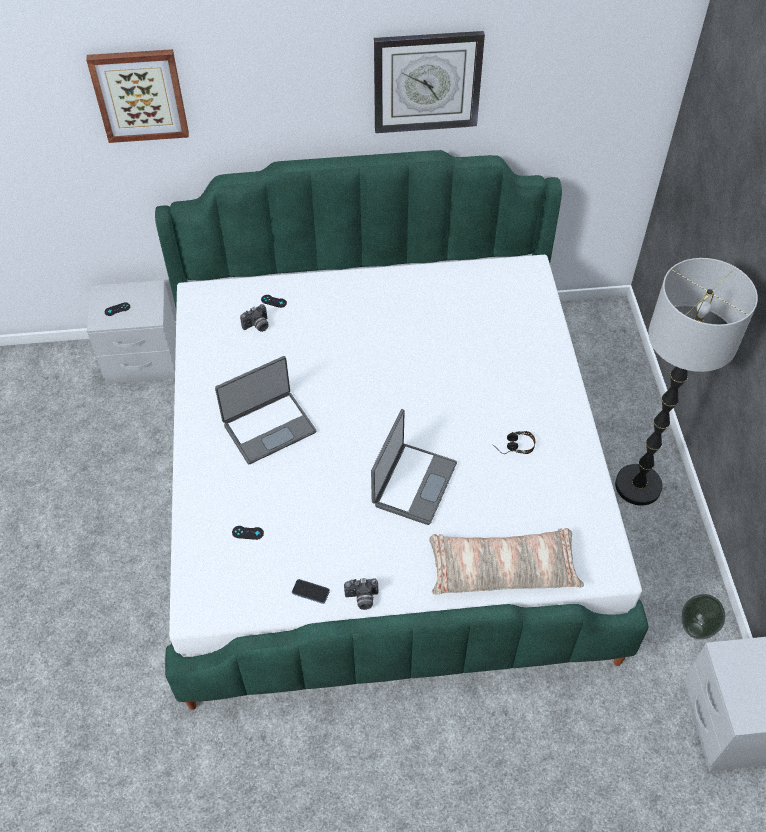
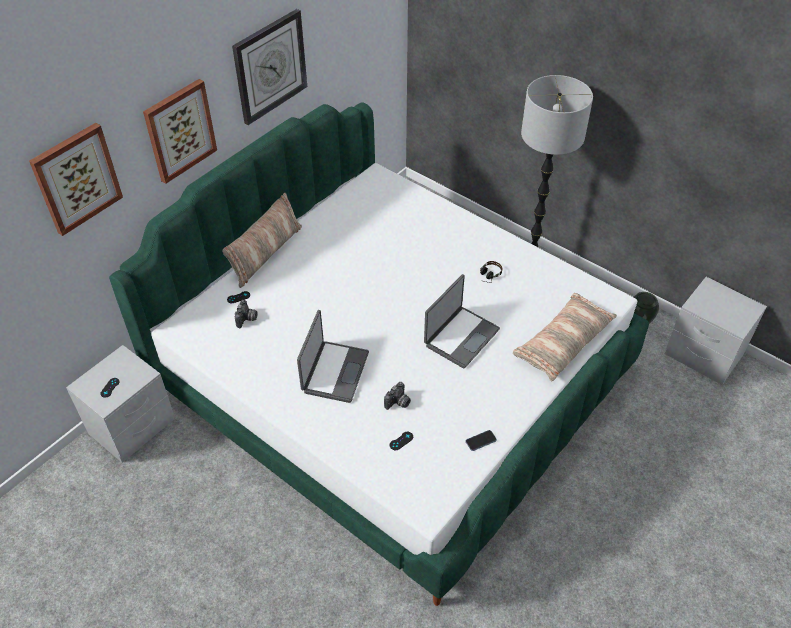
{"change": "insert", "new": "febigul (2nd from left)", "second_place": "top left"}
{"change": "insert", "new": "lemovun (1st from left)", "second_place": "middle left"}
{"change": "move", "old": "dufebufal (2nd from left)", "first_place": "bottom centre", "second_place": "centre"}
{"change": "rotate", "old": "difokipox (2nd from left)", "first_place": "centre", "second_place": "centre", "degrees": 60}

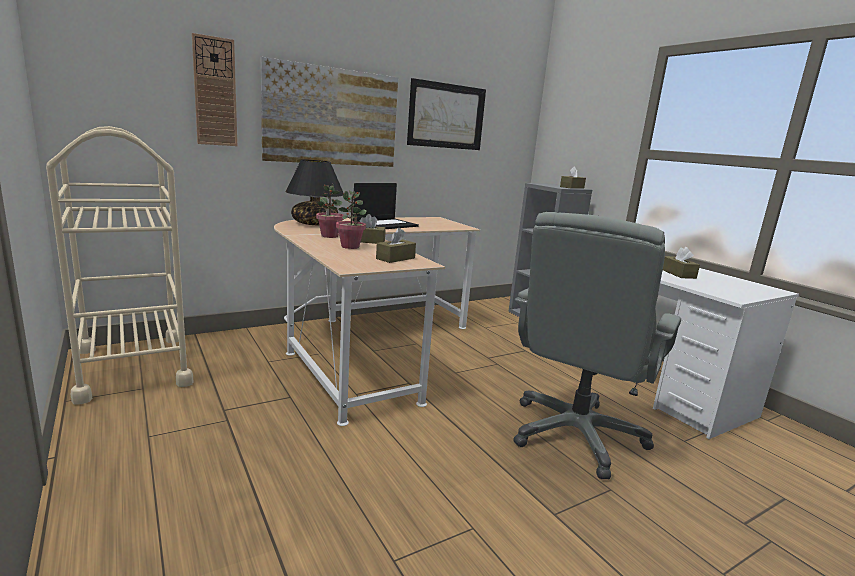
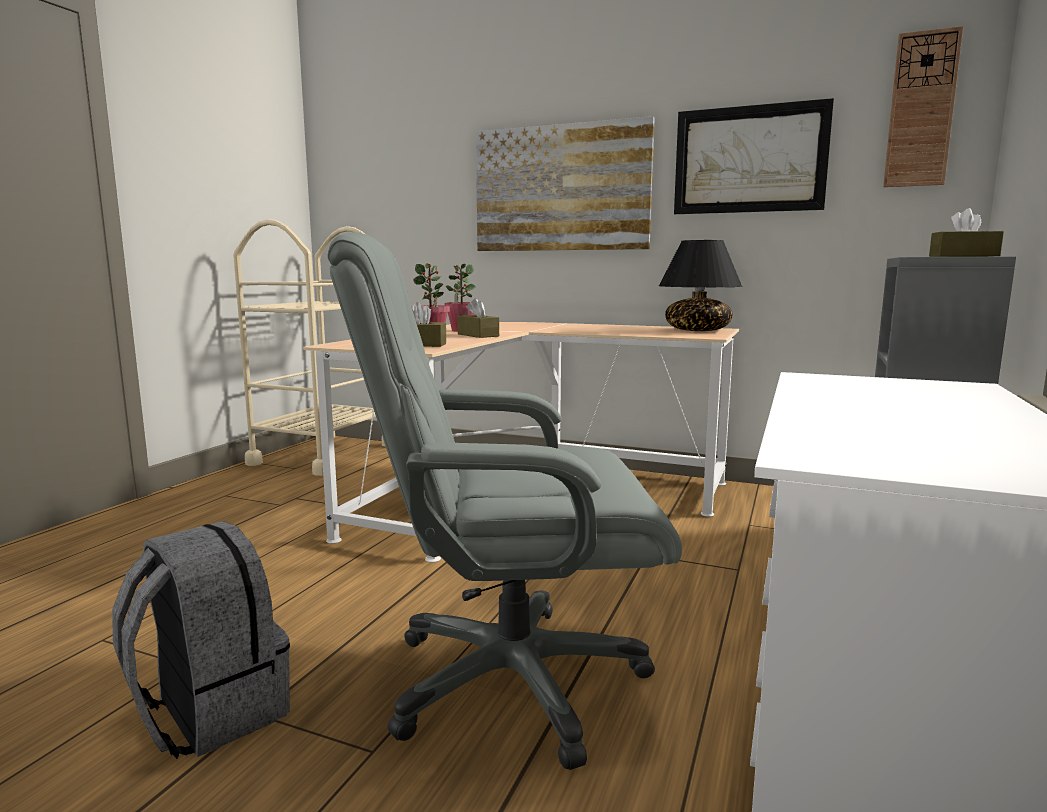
{"change": "insert", "new": "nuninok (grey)", "second_place": "bottom left"}
{"change": "move", "old": "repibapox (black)", "first_place": "centre", "second_place": "middle right"}
{"change": "move", "old": "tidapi", "first_place": "top left", "second_place": "top right"}
{"change": "delete", "old": "difokipox", "first_place": "centre"}
{"change": "delete", "old": "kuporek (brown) (4th from left)", "first_place": "middle right"}

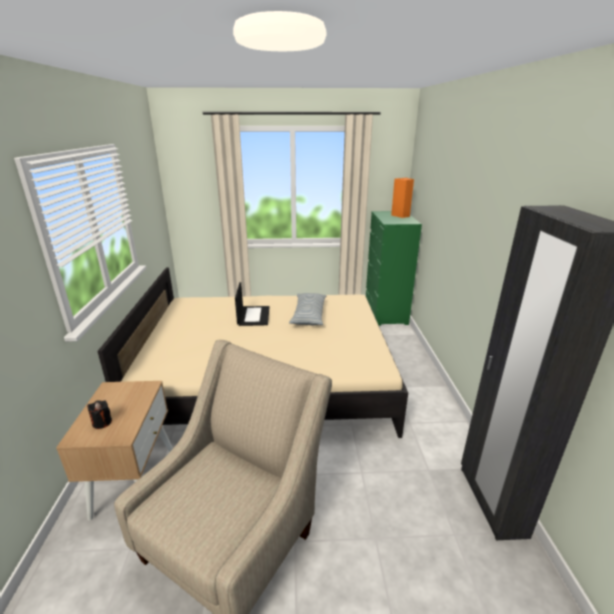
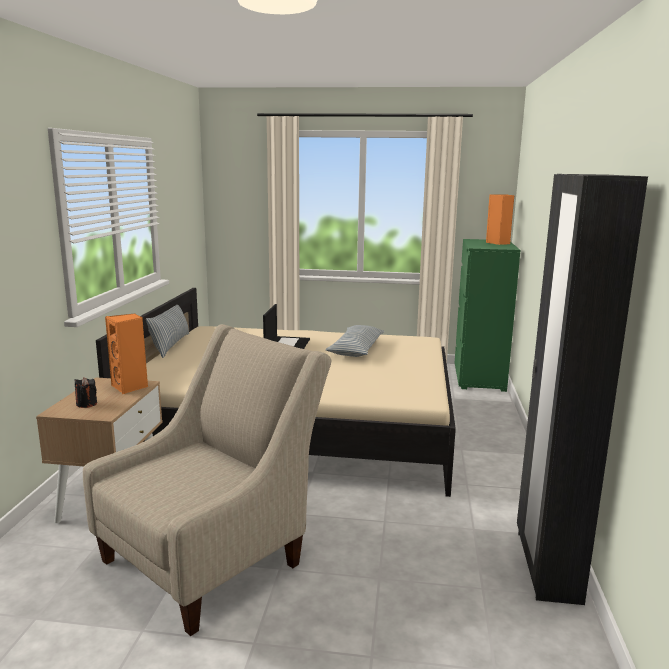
{"change": "insert", "new": "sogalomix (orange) (1st from left)", "second_place": "middle left"}
{"change": "insert", "new": "lemovun (1st from left)", "second_place": "middle left"}

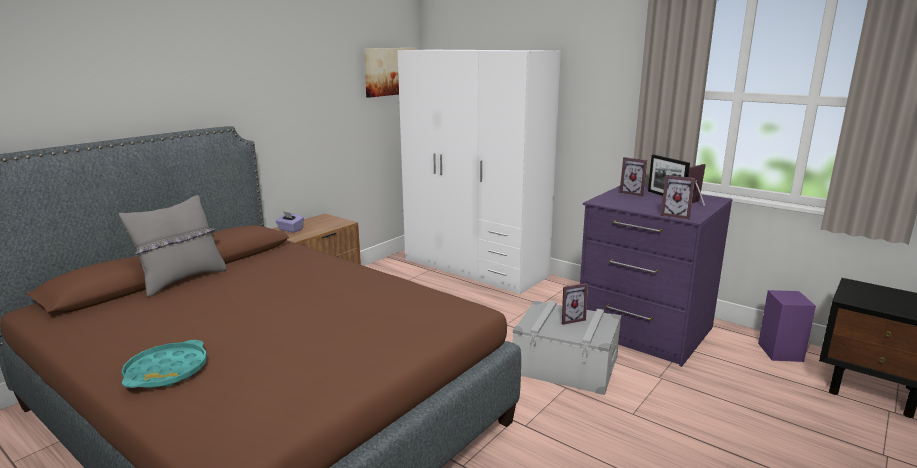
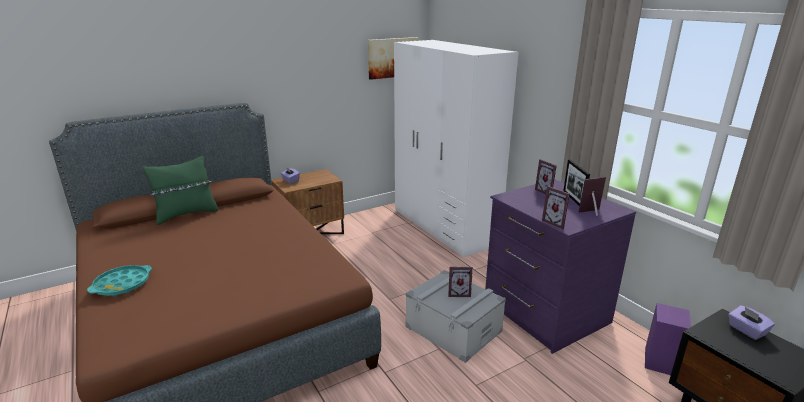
{"change": "recolor", "old": "lemovun (grey)", "new": "lemovun (green)", "first_place": "middle left", "second_place": "middle left"}
{"change": "insert", "new": "kuporek (purple) (2nd from left)", "second_place": "bottom right"}

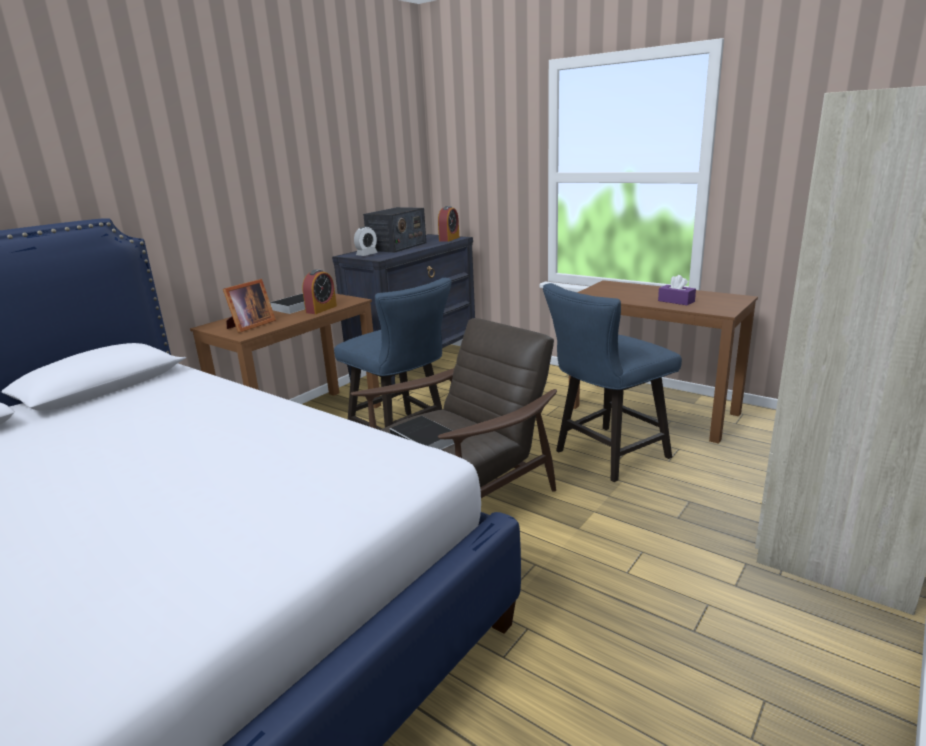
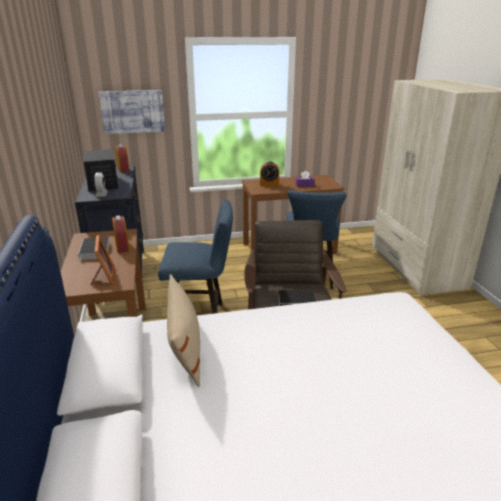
{"change": "insert", "new": "febigul", "second_place": "top left"}
{"change": "insert", "new": "lemovun (beige)", "second_place": "centre"}
{"change": "insert", "new": "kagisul (4th from left)", "second_place": "centre"}

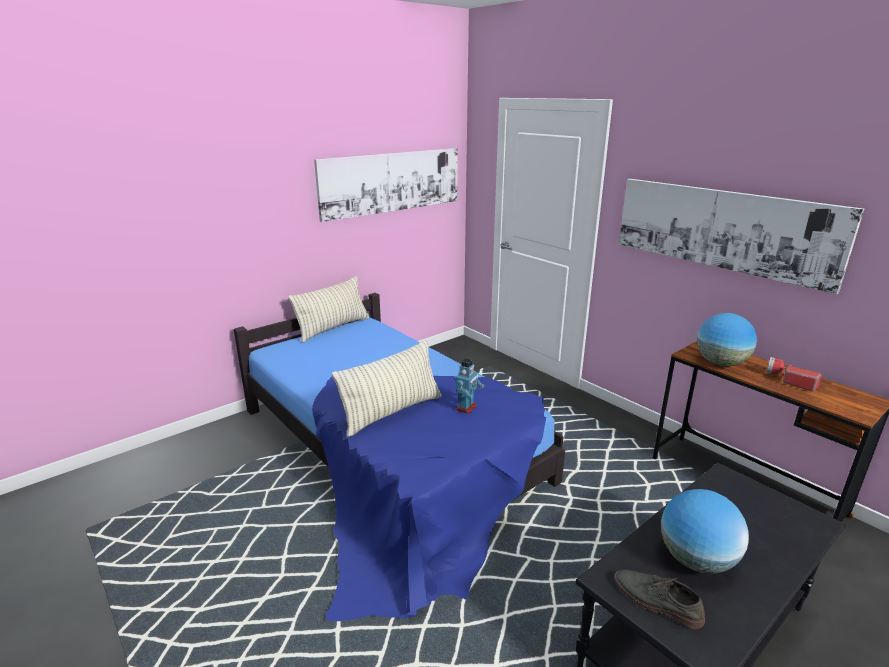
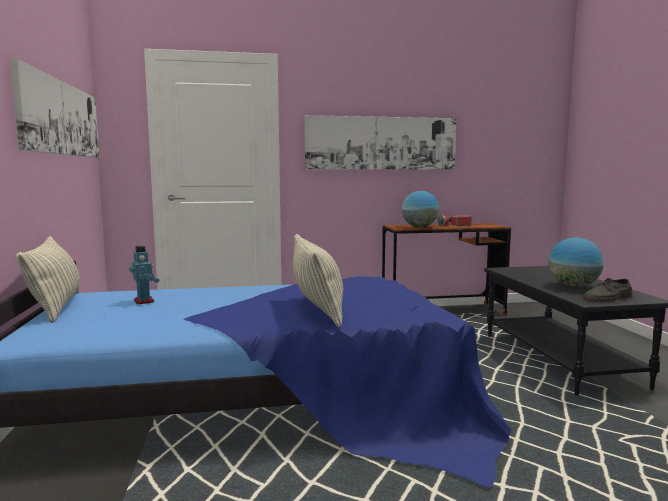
{"change": "move", "old": "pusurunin", "first_place": "centre", "second_place": "middle left"}

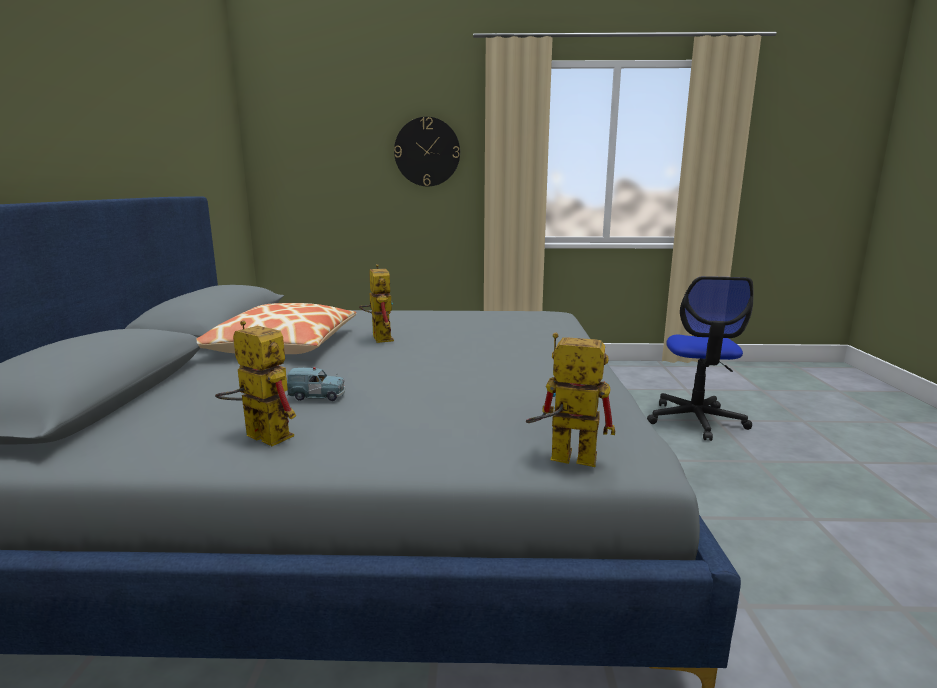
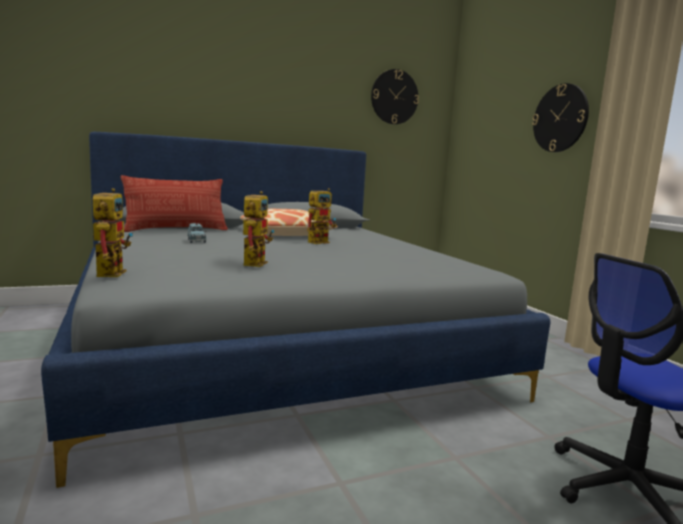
{"change": "insert", "new": "lemovun (1st from left)", "second_place": "middle left"}
{"change": "move", "old": "pusurunin (1st from left in the first image)", "new": "pusurunin (2nd from left)", "first_place": "middle left", "second_place": "centre"}
{"change": "insert", "new": "tidapi (1st from left)", "second_place": "top centre"}

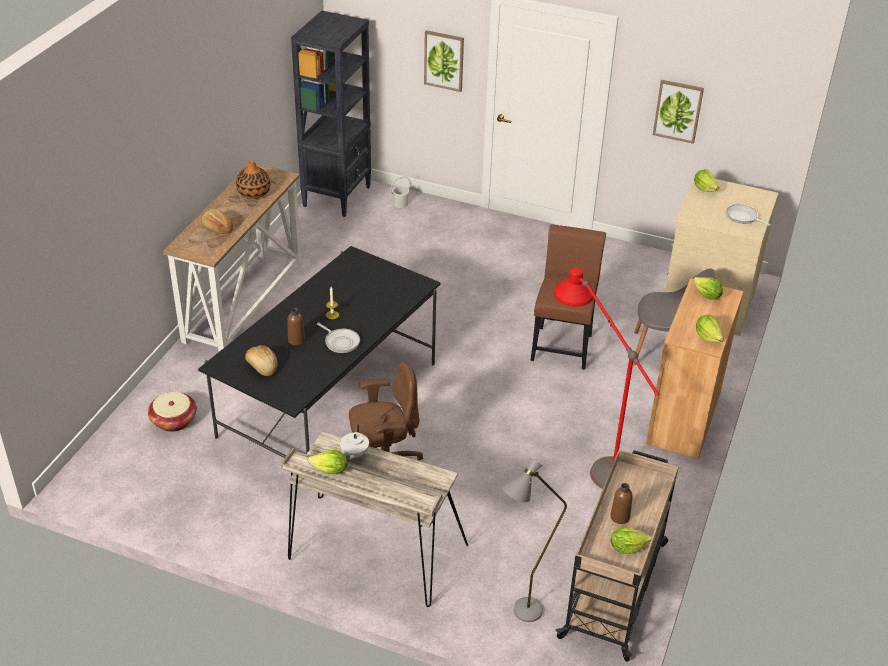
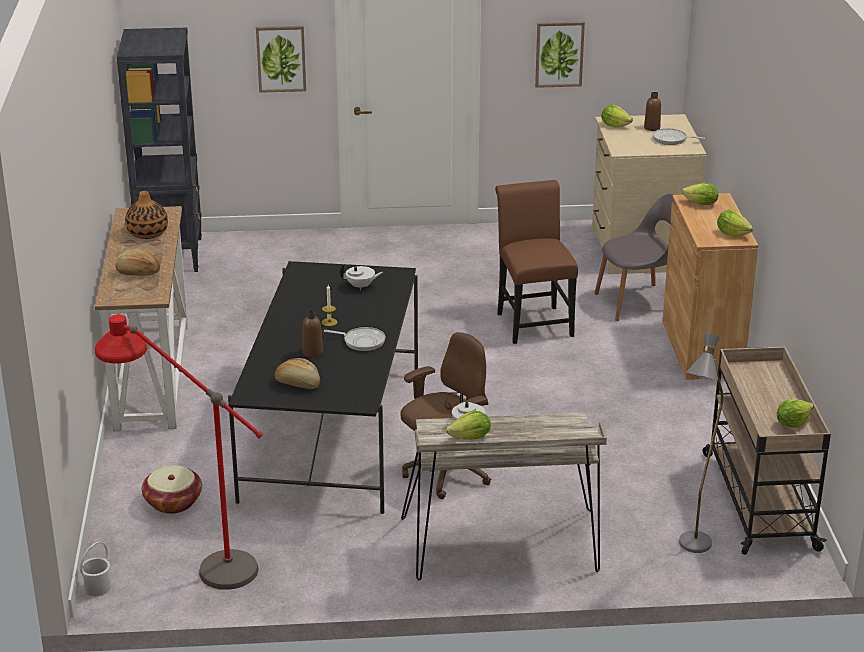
{"change": "move", "old": "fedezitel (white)", "first_place": "top centre", "second_place": "bottom left"}
{"change": "move", "old": "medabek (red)", "first_place": "middle right", "second_place": "bottom left"}
{"change": "insert", "new": "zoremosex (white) (1st from left)", "second_place": "centre"}
{"change": "move", "old": "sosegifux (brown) (2nd from left)", "first_place": "bottom right", "second_place": "top right"}

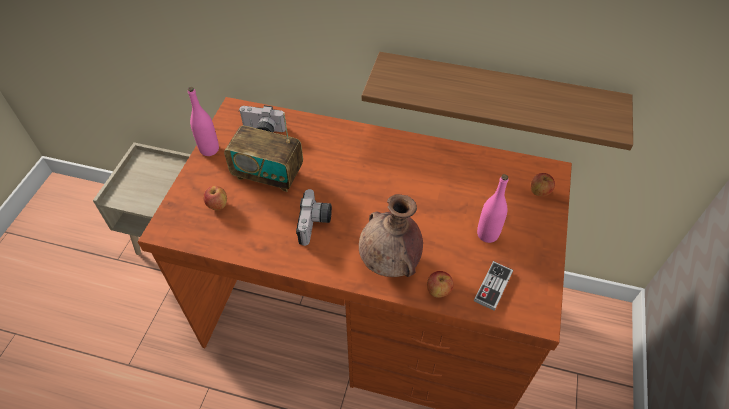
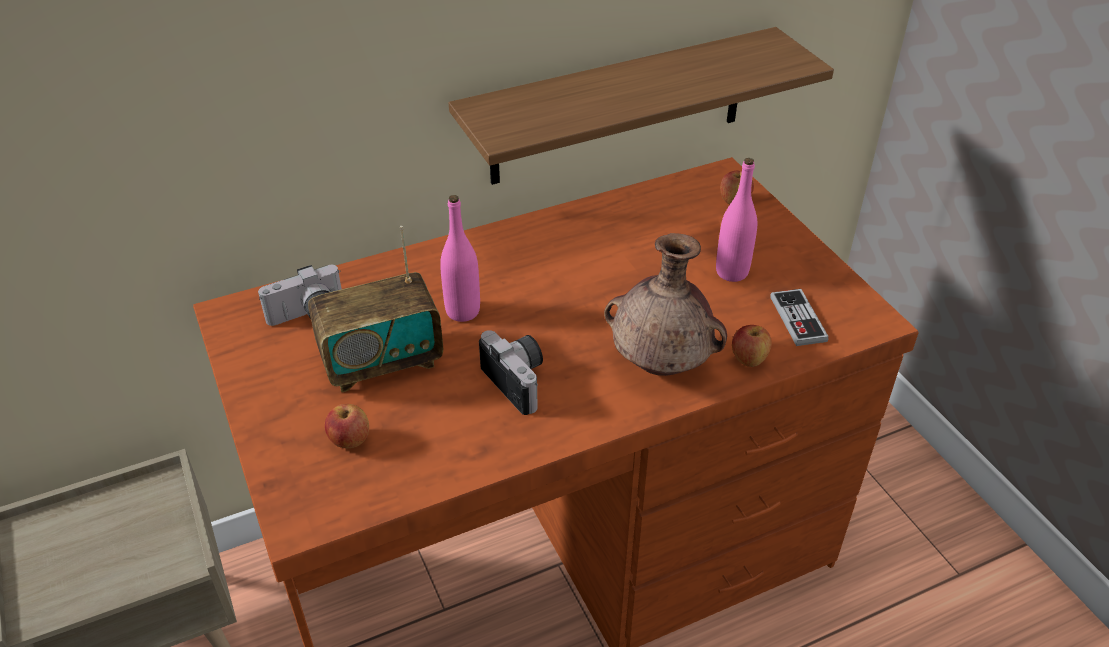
{"change": "move", "old": "sosegifux (pink) (1st from left)", "first_place": "top left", "second_place": "centre"}

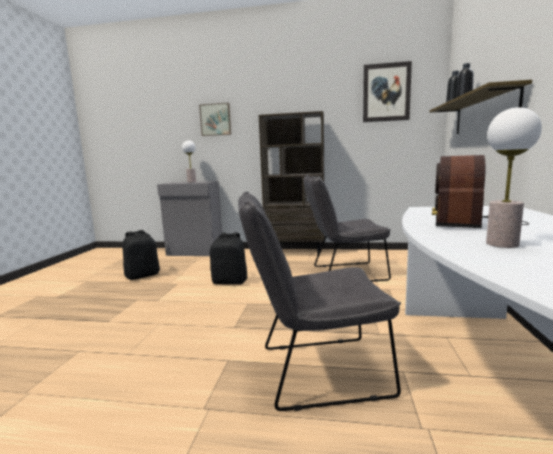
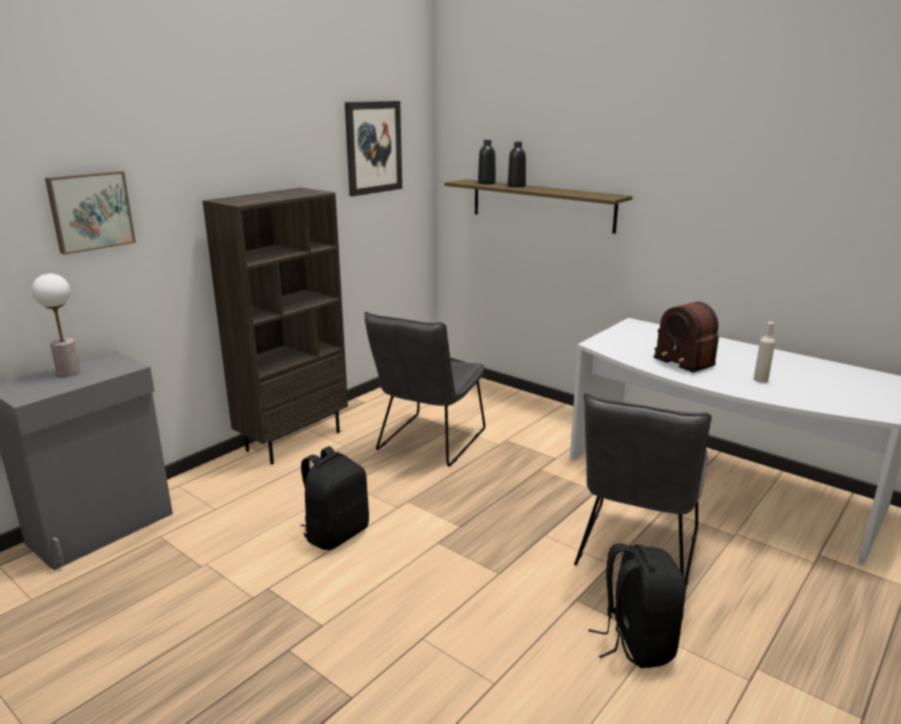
{"change": "move", "old": "nuninok (black) (1st from left in the first image)", "new": "nuninok (black) (2nd from left)", "first_place": "middle left", "second_place": "bottom right"}
{"change": "replace", "old": "repibapox (2nd from left)", "new": "sosegifux (beige)", "first_place": "middle right", "second_place": "middle right"}

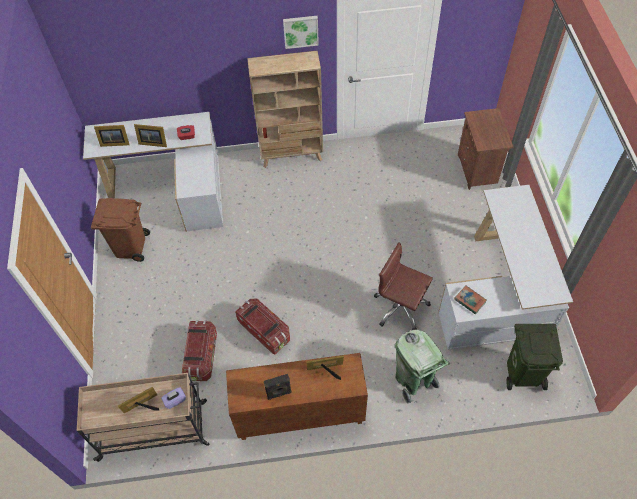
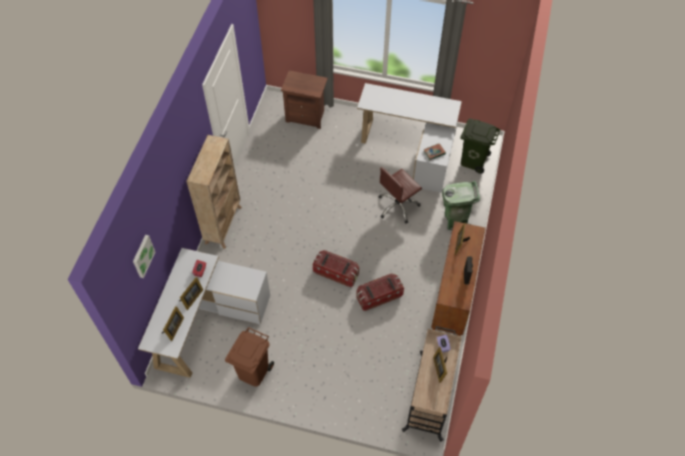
{"change": "move", "old": "febigul", "first_place": "top centre", "second_place": "middle left"}
{"change": "move", "old": "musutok (1st from left)", "first_place": "bottom left", "second_place": "centre"}

